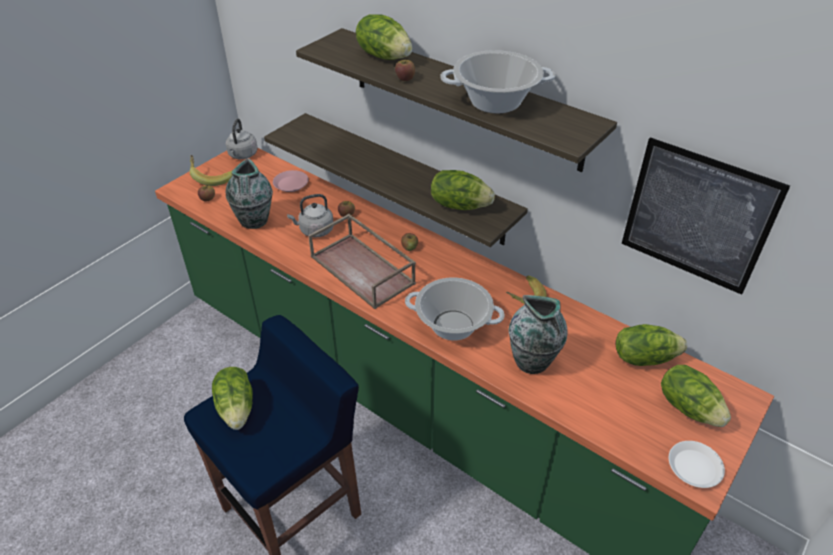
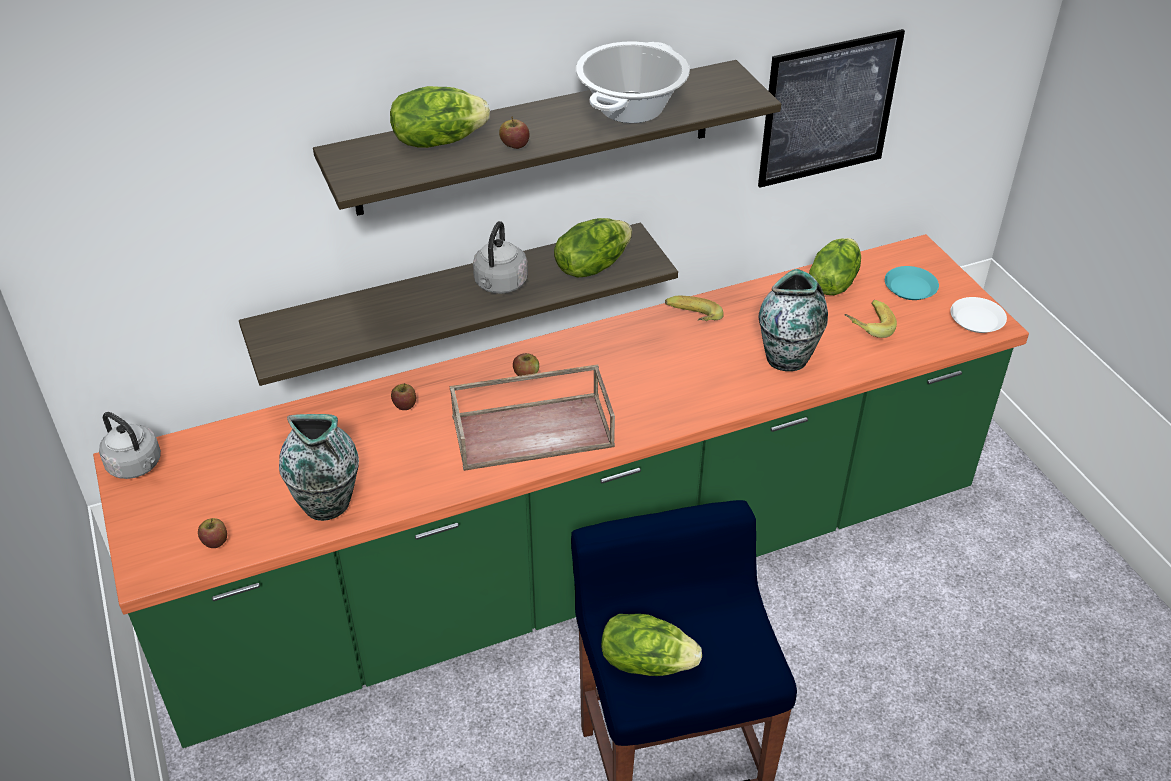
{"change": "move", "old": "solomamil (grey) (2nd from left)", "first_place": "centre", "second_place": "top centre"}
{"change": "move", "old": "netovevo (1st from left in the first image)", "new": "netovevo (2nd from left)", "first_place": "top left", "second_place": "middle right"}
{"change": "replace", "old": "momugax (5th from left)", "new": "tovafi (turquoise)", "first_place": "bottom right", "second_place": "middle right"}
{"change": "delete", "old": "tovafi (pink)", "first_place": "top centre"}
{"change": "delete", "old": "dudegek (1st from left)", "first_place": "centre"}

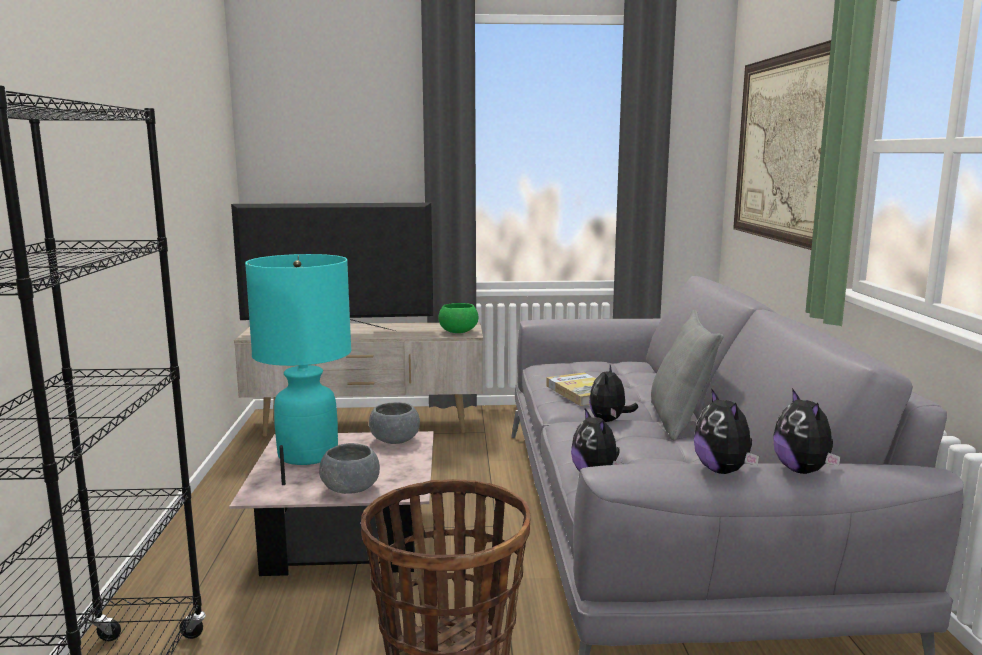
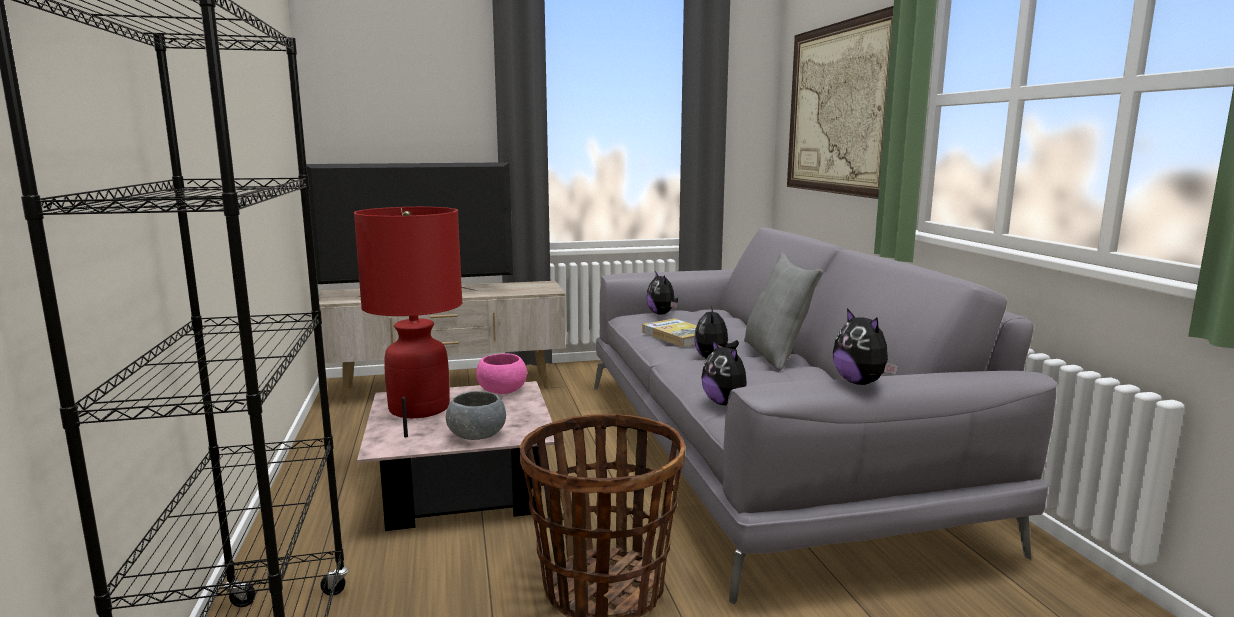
{"change": "recolor", "old": "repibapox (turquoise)", "new": "repibapox (red)", "first_place": "middle left", "second_place": "middle left"}
{"change": "recolor", "old": "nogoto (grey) (2nd from left)", "new": "nogoto (pink)", "first_place": "centre", "second_place": "centre"}
{"change": "move", "old": "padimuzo (4th from left in the first image)", "new": "padimuzo (1st from left)", "first_place": "middle right", "second_place": "centre"}
{"change": "delete", "old": "nogoto (green)", "first_place": "centre"}

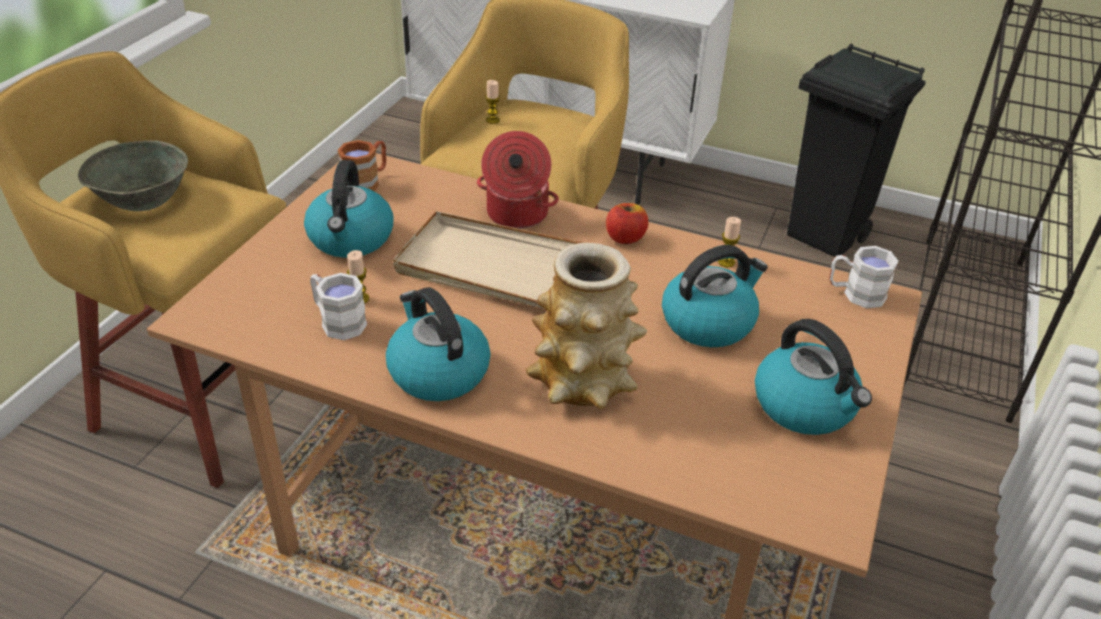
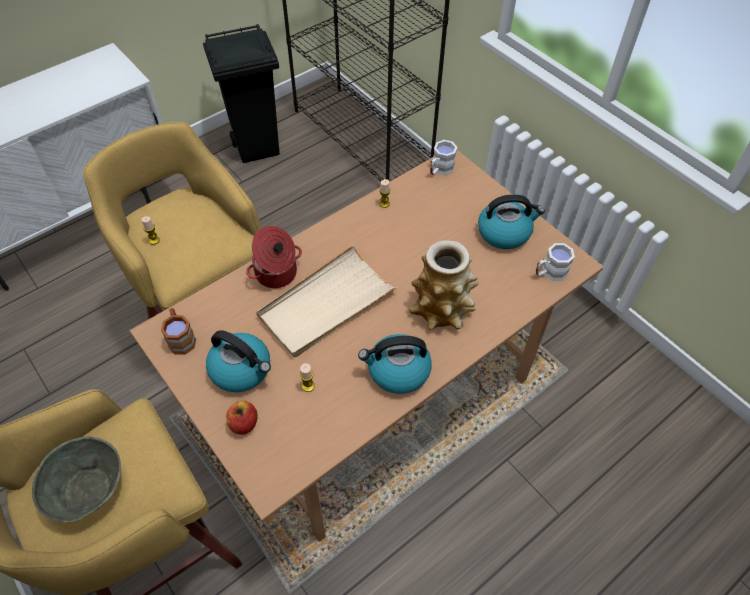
{"change": "move", "old": "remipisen", "first_place": "centre", "second_place": "bottom left"}
{"change": "move", "old": "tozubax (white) (1st from left in the first image)", "new": "tozubax (white) (2nd from left)", "first_place": "middle left", "second_place": "middle right"}
{"change": "delete", "old": "solomamil (3rd from left)", "first_place": "centre"}

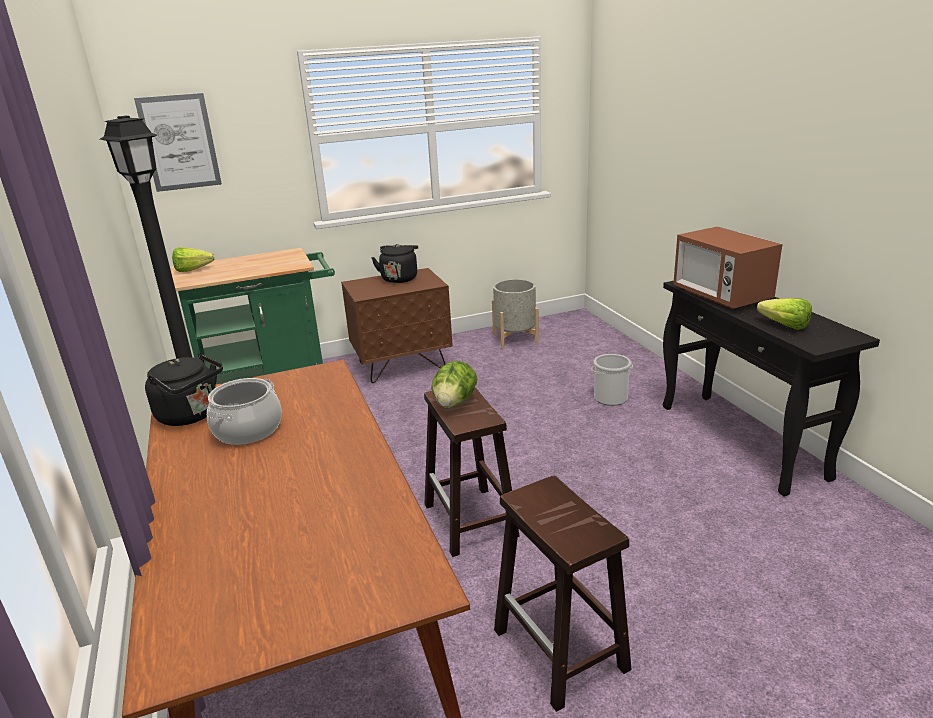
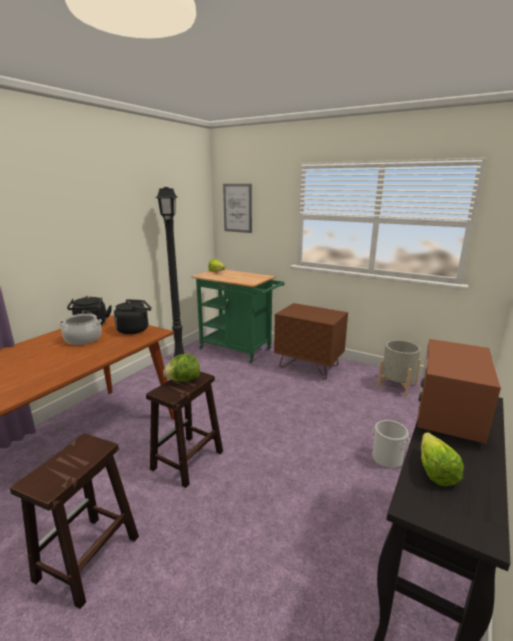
{"change": "move", "old": "solomamil (black) (2nd from left)", "first_place": "centre", "second_place": "middle left"}

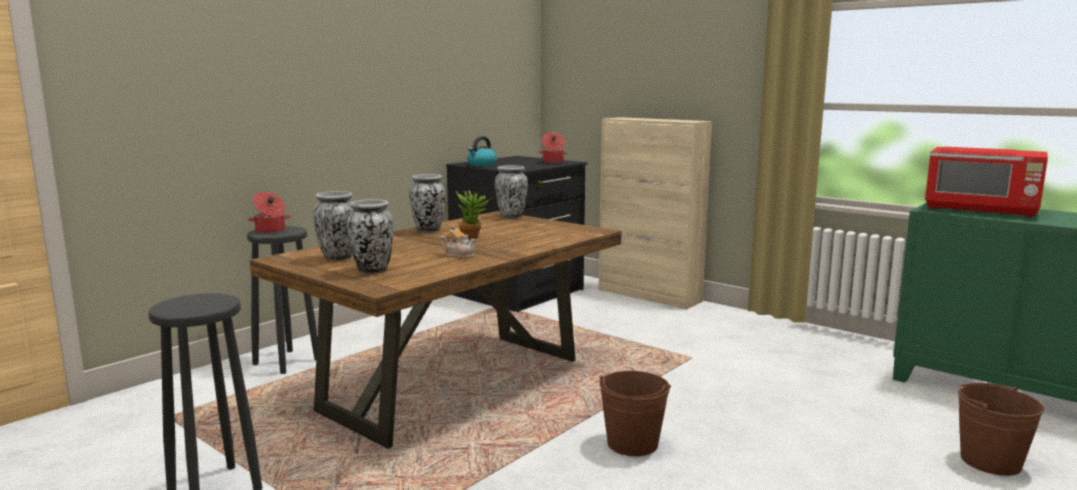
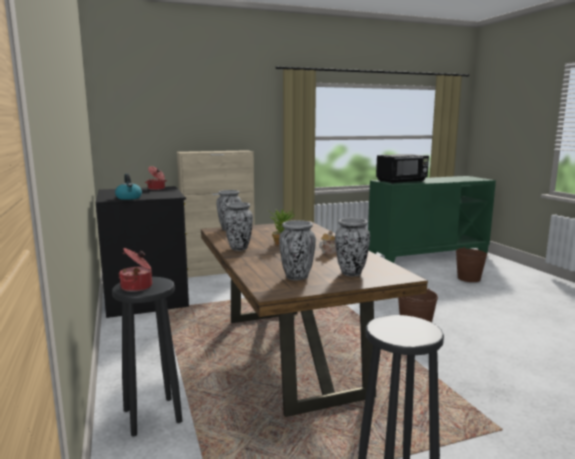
{"change": "recolor", "old": "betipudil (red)", "new": "betipudil (black)", "first_place": "middle right", "second_place": "middle right"}

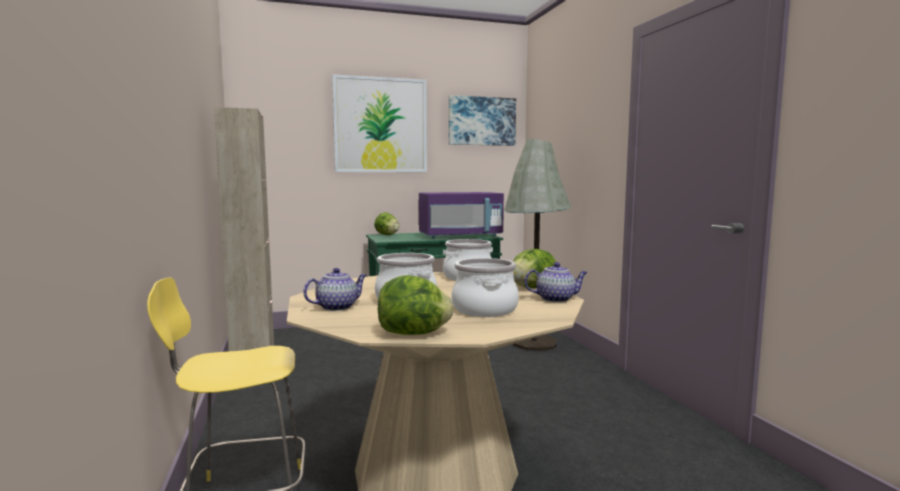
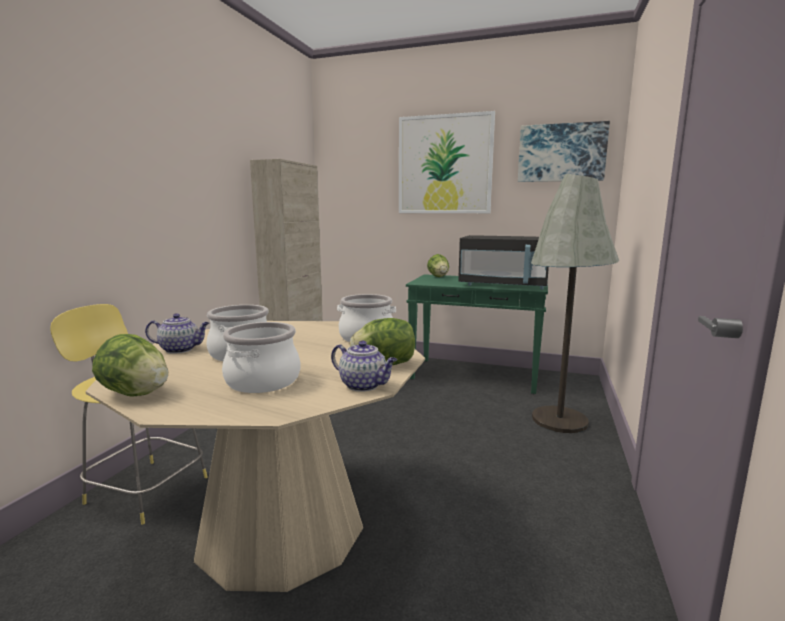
{"change": "recolor", "old": "betipudil (purple)", "new": "betipudil (black)", "first_place": "centre", "second_place": "centre"}

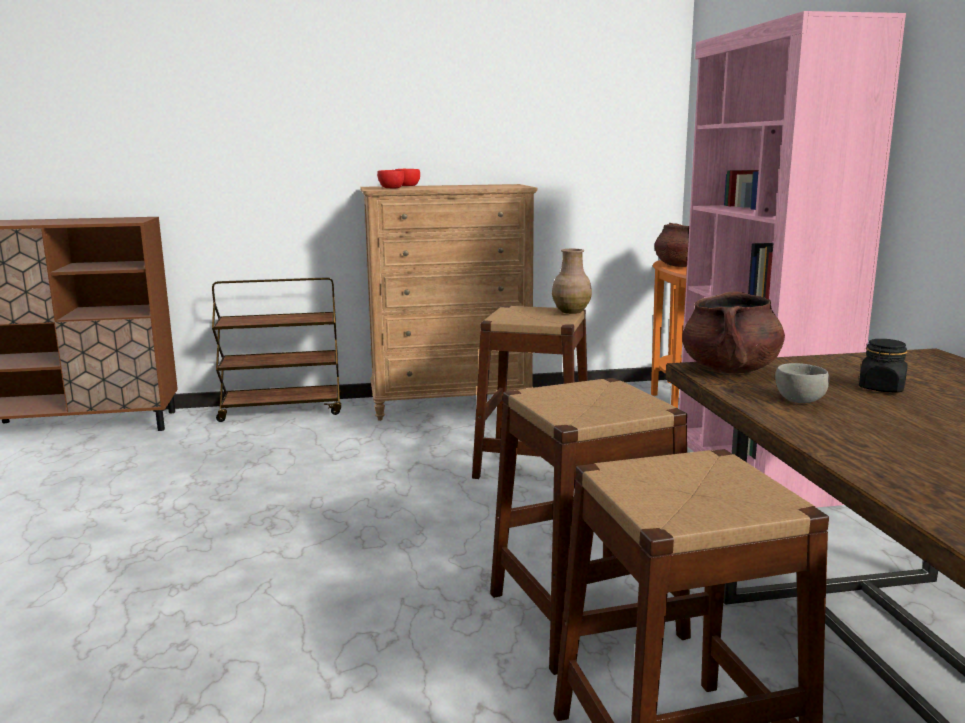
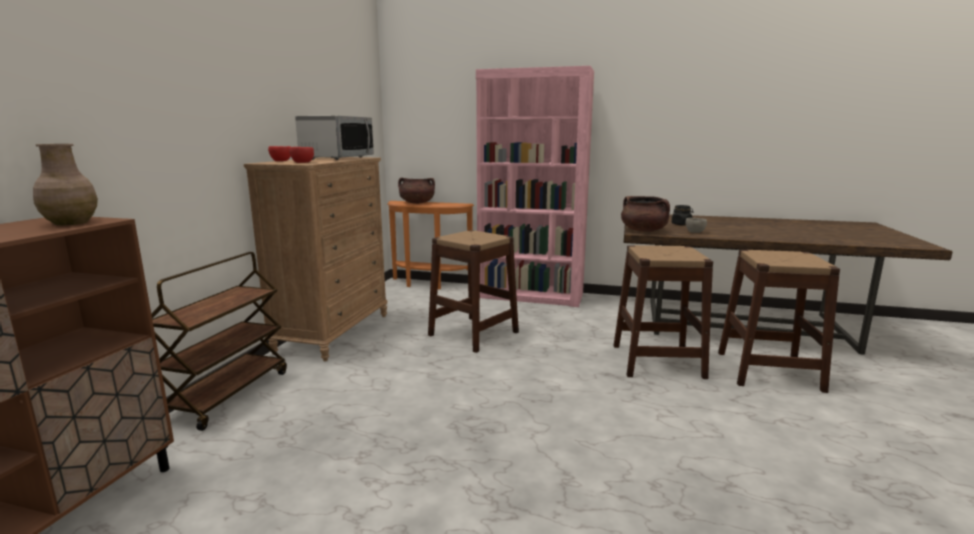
{"change": "move", "old": "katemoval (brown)", "first_place": "centre", "second_place": "middle left"}
{"change": "insert", "new": "betipudil", "second_place": "top centre"}

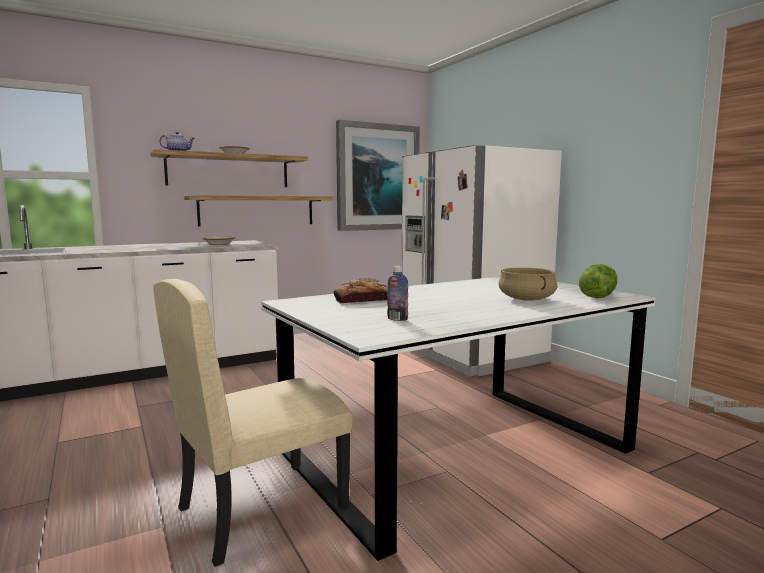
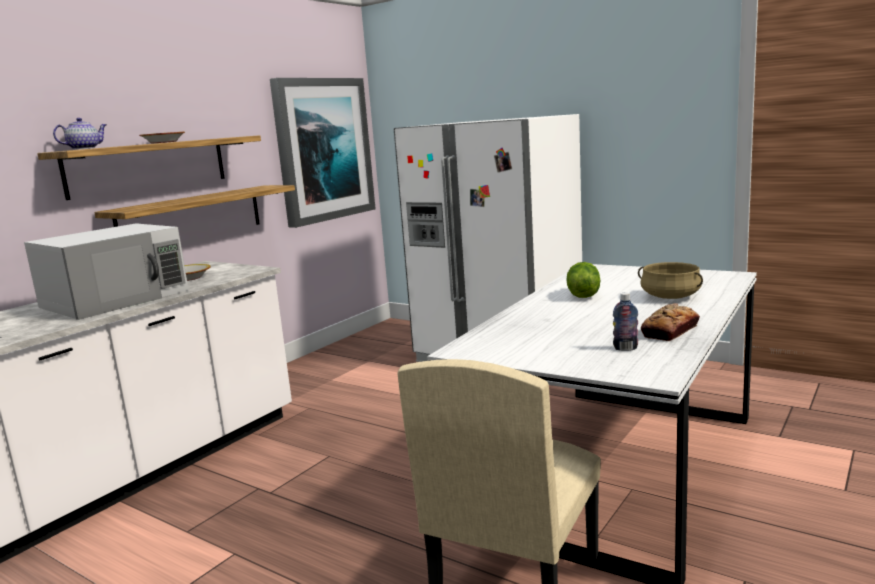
{"change": "insert", "new": "betipudil (white)", "second_place": "middle left"}
{"change": "move", "old": "momugax", "first_place": "middle right", "second_place": "centre"}
{"change": "move", "old": "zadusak", "first_place": "centre", "second_place": "middle right"}

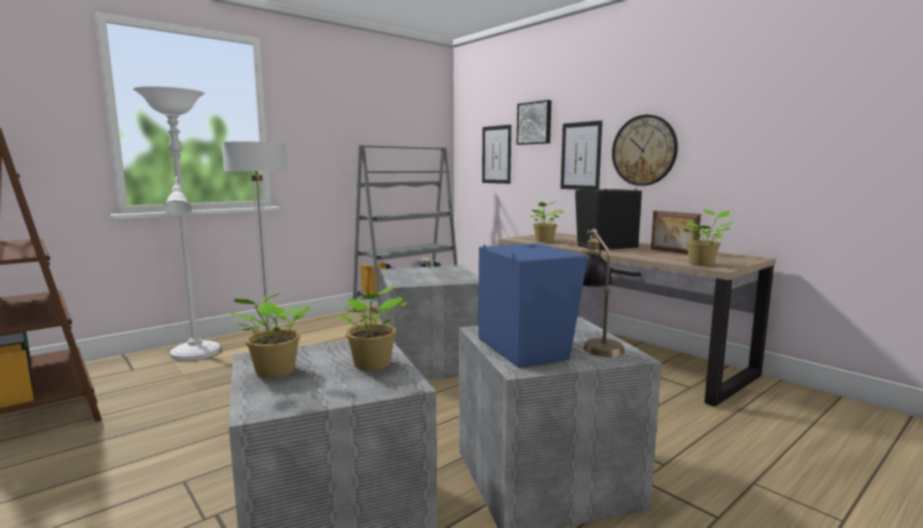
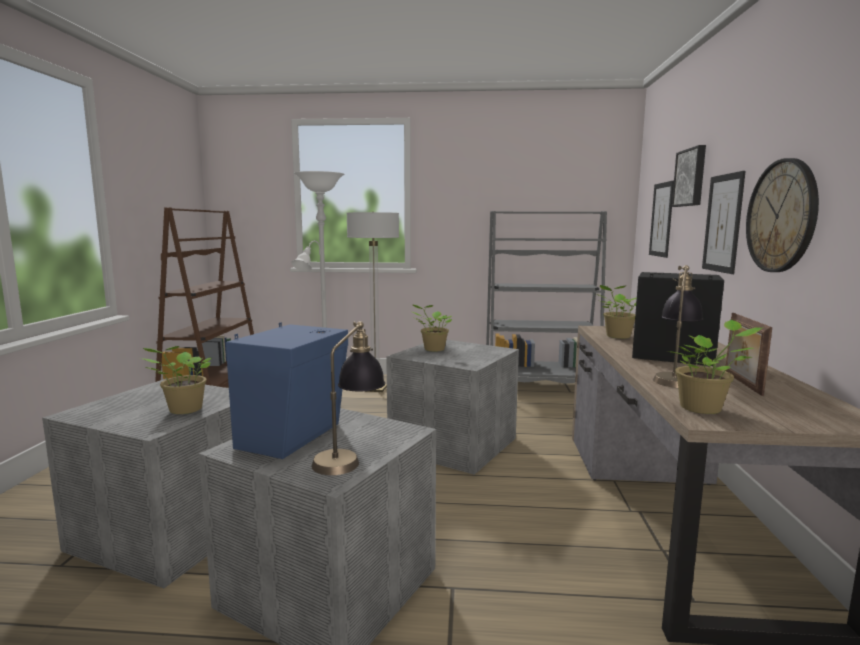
{"change": "move", "old": "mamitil (1st from left in the first image)", "new": "mamitil (2nd from left)", "first_place": "middle left", "second_place": "centre"}
{"change": "insert", "new": "repibapox (2nd from left)", "second_place": "middle right"}

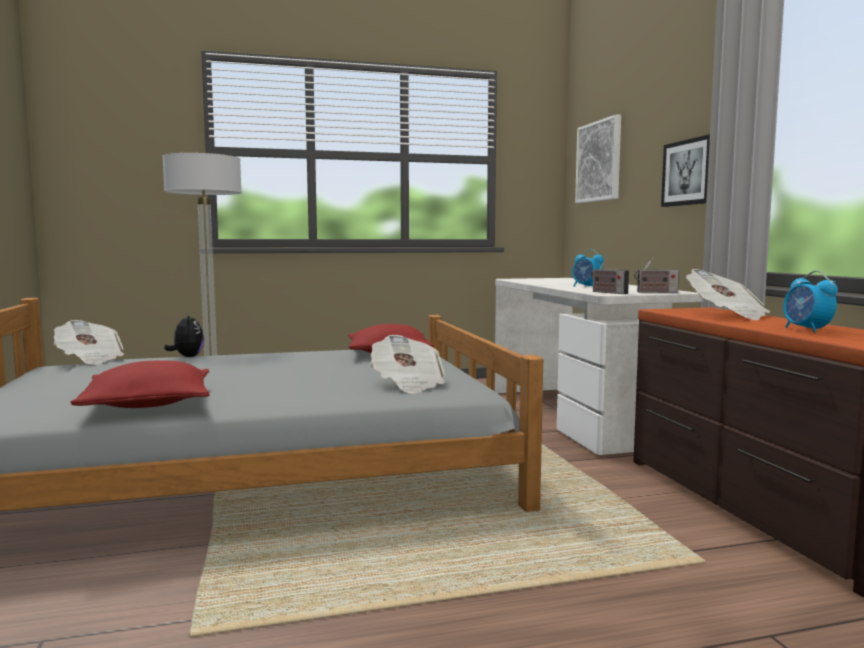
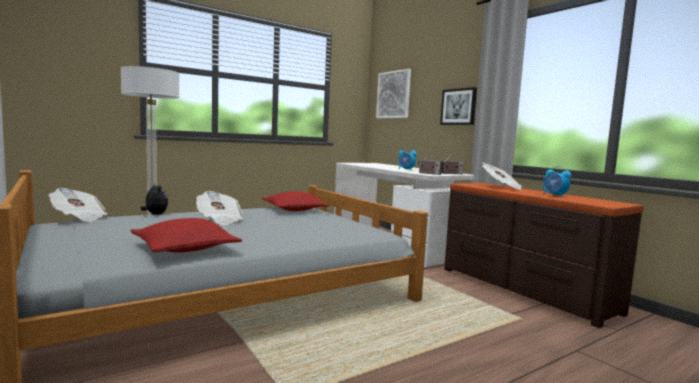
{"change": "move", "old": "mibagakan (2nd from left)", "first_place": "centre", "second_place": "middle left"}

